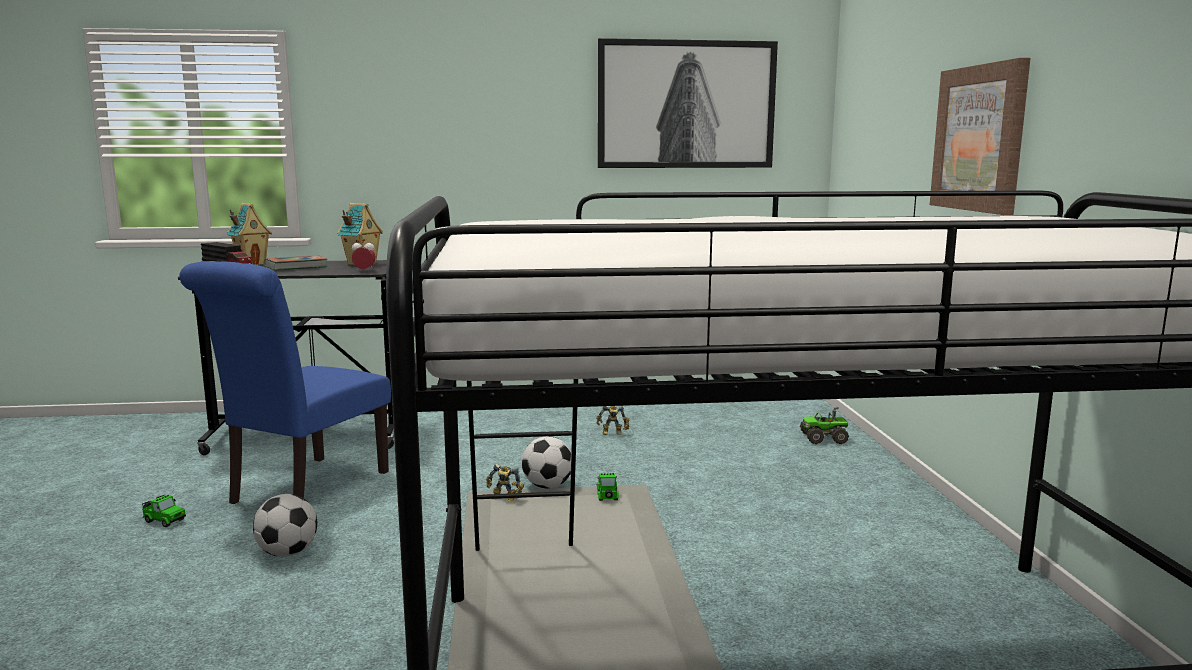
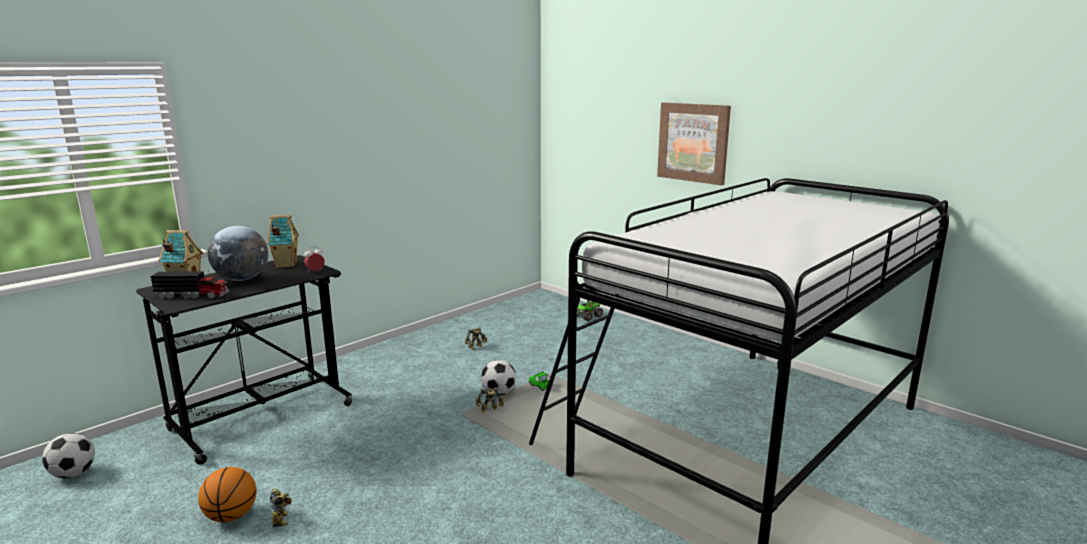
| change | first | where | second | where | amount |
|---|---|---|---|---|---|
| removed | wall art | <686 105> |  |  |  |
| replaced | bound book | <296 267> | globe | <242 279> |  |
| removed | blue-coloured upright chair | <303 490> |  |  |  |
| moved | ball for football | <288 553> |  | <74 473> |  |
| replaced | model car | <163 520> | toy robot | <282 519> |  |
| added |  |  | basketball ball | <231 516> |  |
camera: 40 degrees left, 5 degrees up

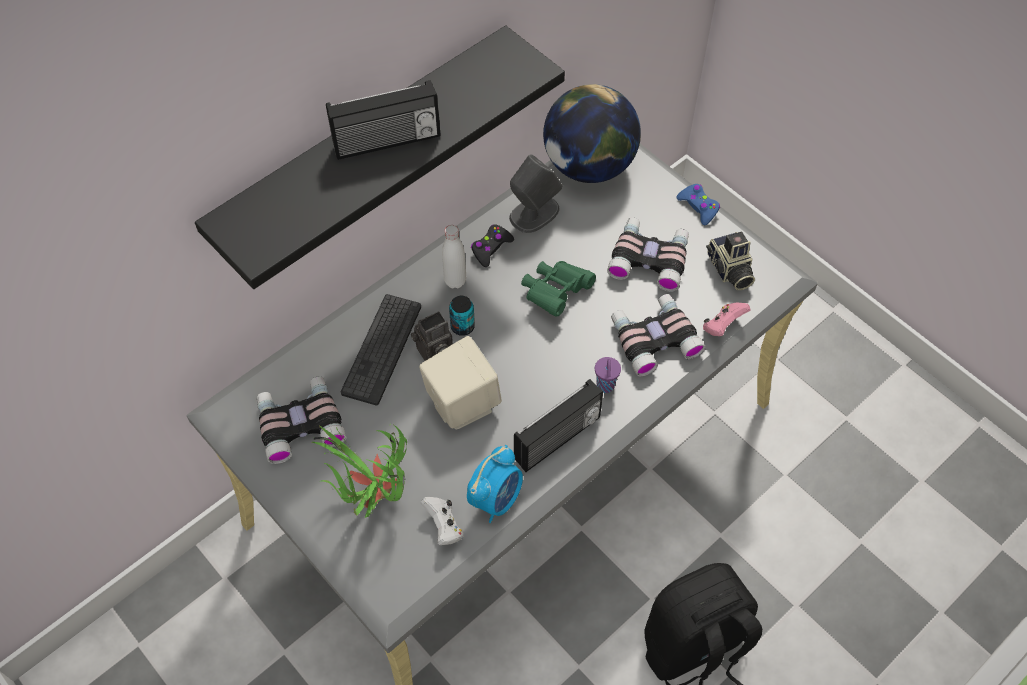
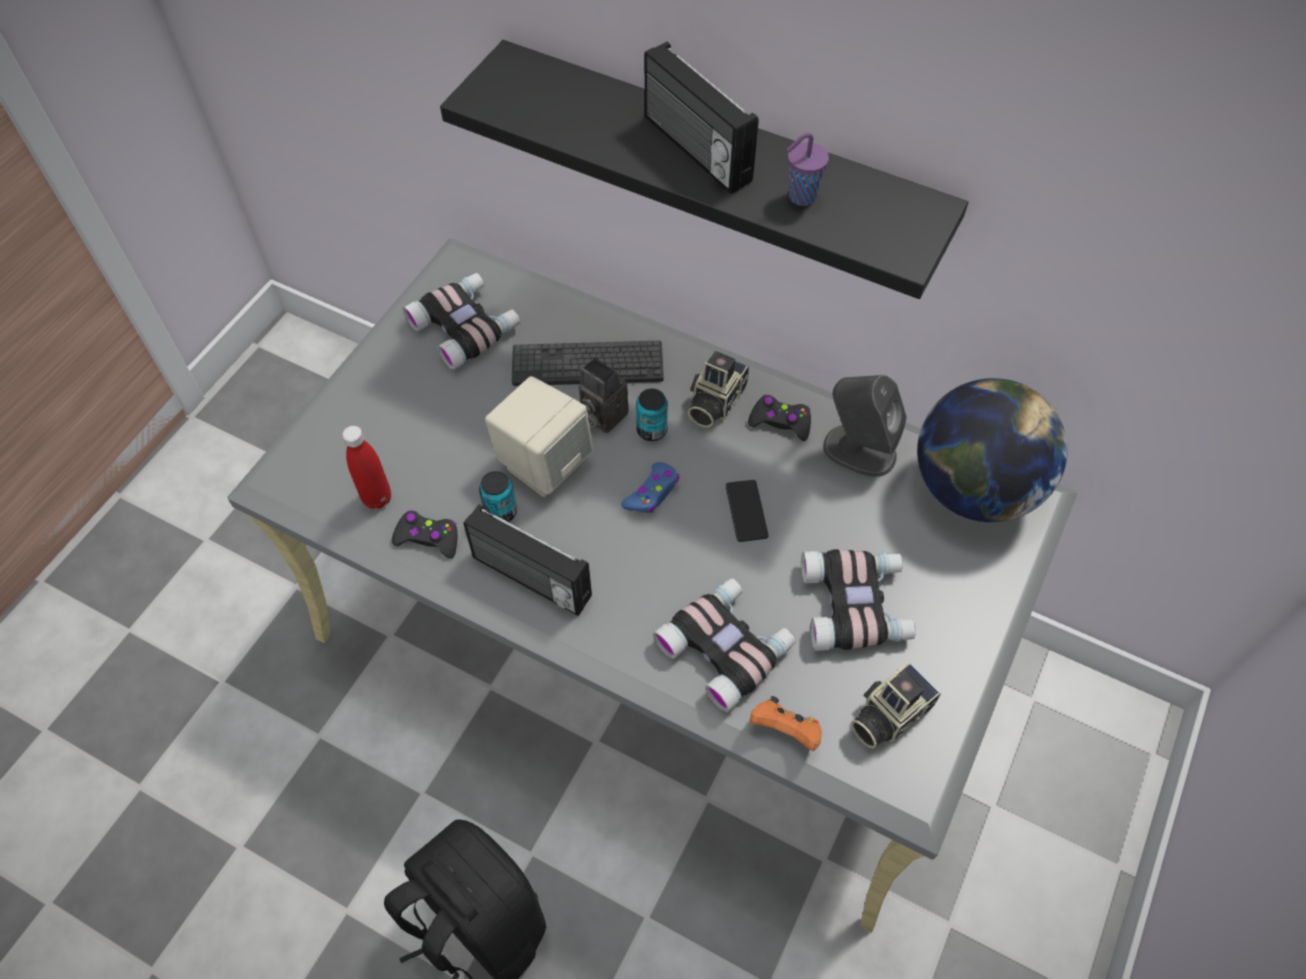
| change | first | where | second | where | amount |
|---|---|---|---|---|---|
| moved | blue-coloured game controller | <698 207> |  | <652 493> |  |
| replaced | white-coloured drink bottle | <455 281> | photo camera | <714 402> |  |
| replaced | green-coloured pair of binoculars | <555 293> | phone | <746 511> |  |
| recoloured | pinkish game controller | <722 326> | orangey game controller | <785 730> |  |
| moved | purplish drinking cup | <605 386> |  | <800 197> |  |
| removed | potted plant | <372 500> |  |  |  |
| replaced | alarm clock | <496 499> | blackish game controller | <428 538> |  |
| replaced | white-coloured game controller | <444 527> | red-coloured drink bottle | <377 498> |  |
| added |  |  | metal can | <501 512> |  |
camera: 70 degrees right, 0 degrees up

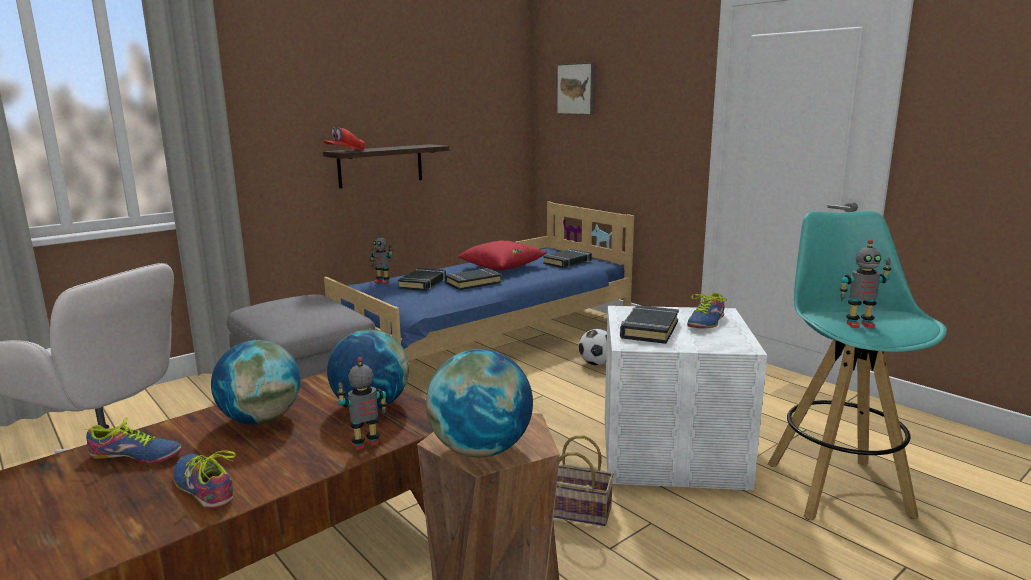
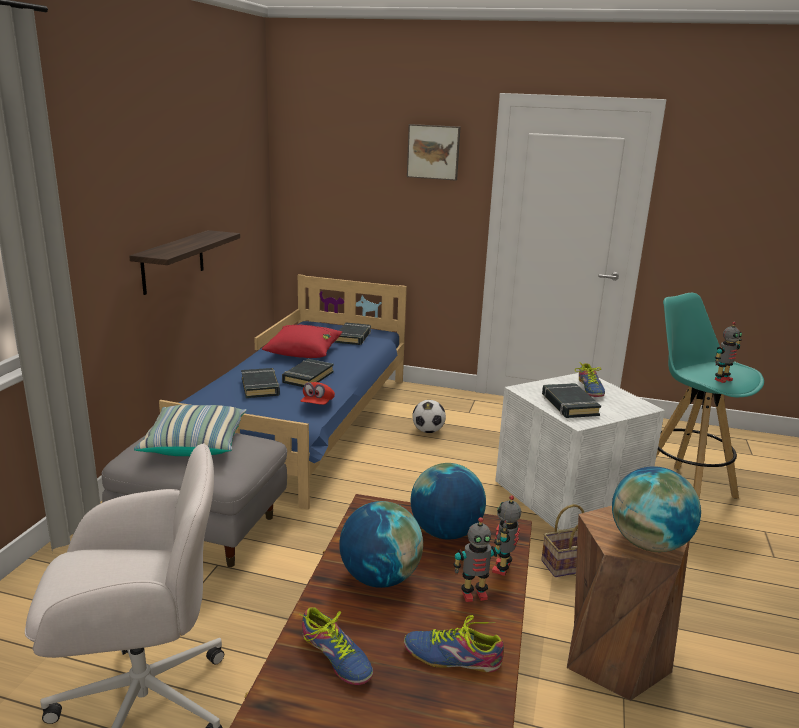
| change | first | where | second | where | amount |
|---|---|---|---|---|---|
| moved | wall art | <577 89> |  | <433 152> |  |
| moved | red-coloured baseball cap | <345 151> |  | <317 404> |  |
| moved | toy robot | <382 282> |  | <474 594> |  |
| turned | item of footwear | <136 455> |  | <336 656> | 75 degrees clockwise |
| added |  |  | throw pillow | <195 444> |  |
camera: 35 degrees left, 5 degrees up

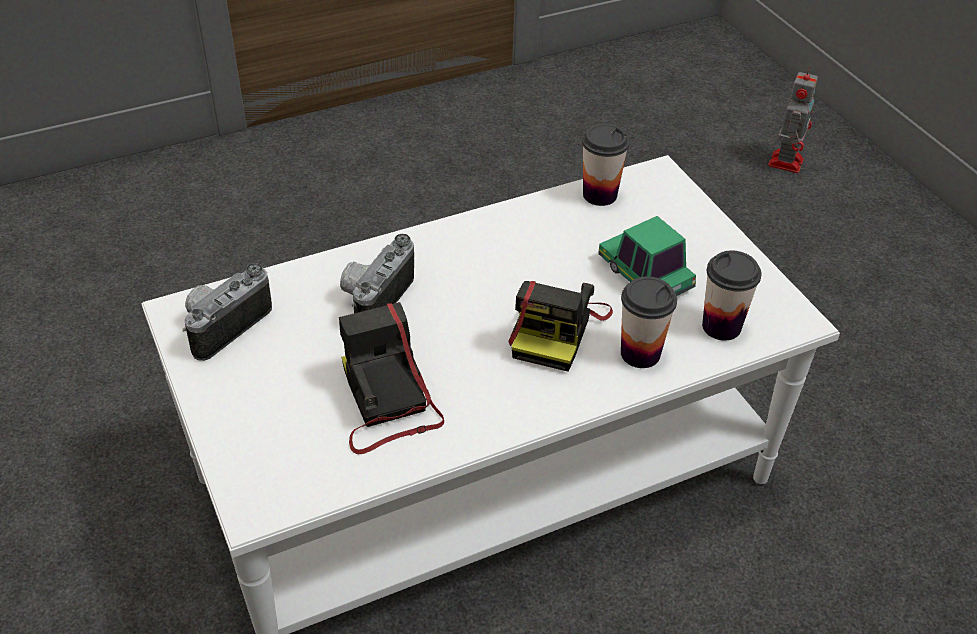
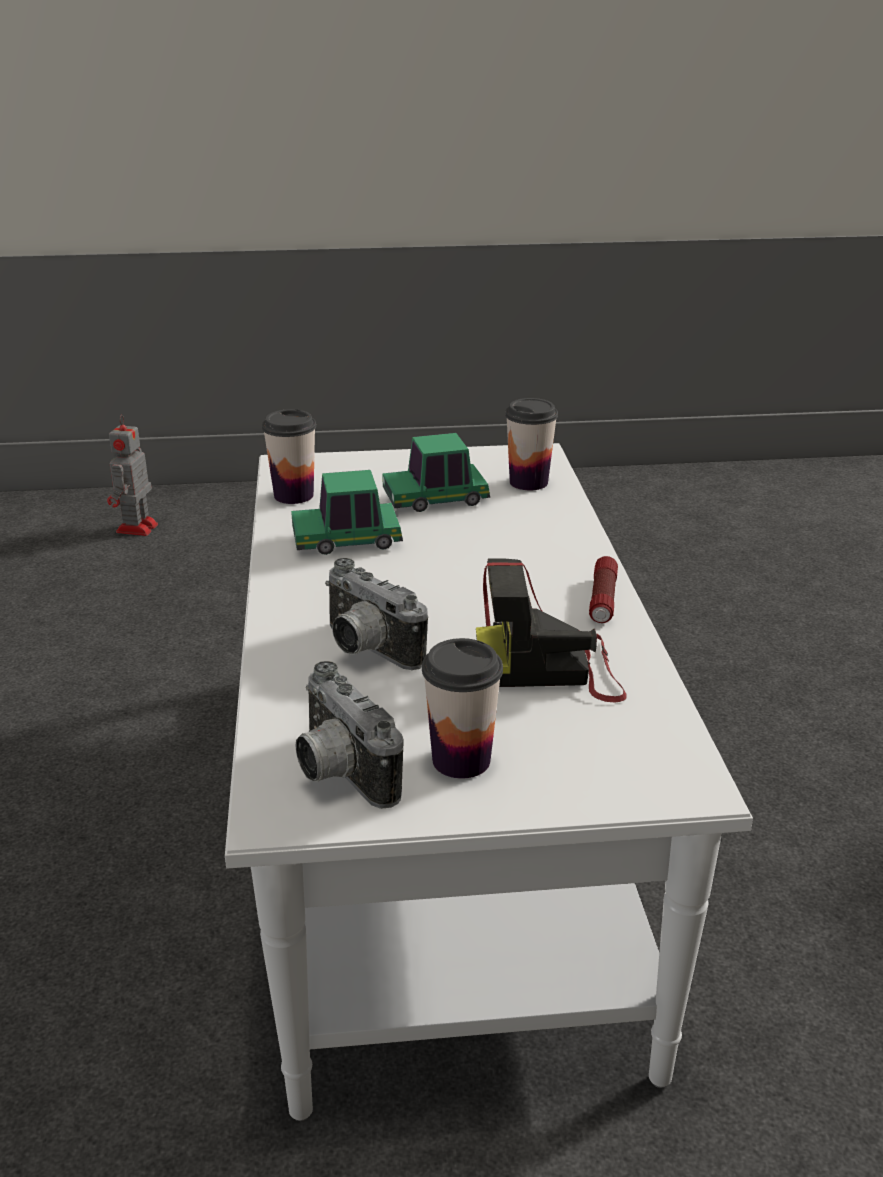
| change | first | where | second | where | amount |
|---|---|---|---|---|---|
| turned | toy robot | <786 161> |  | <136 529> | 120 degrees counterclockwise |
| moved | drinking cup | <640 353> |  | <461 760> |  |
| removed | photo camera | <557 329> |  |  |  |
| added |  |  | model car | <347 540> |  |
| added |  |  | hand torch | <603 600> |  |
camera: 70 degrees left, 15 degrees down

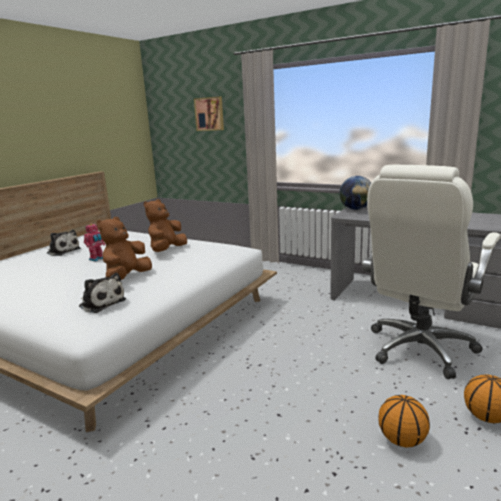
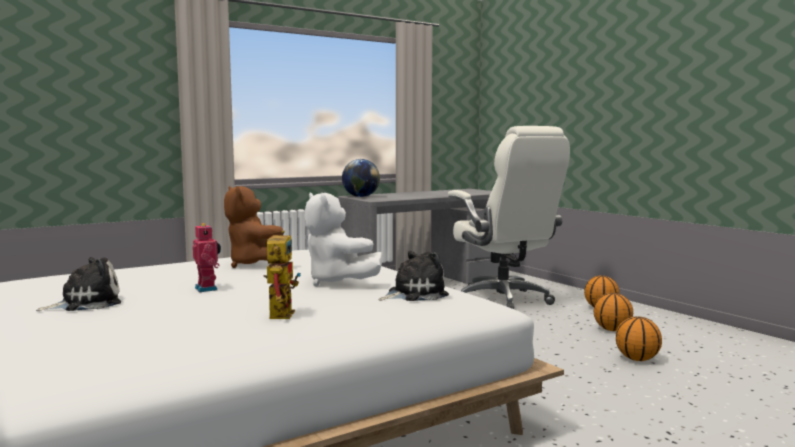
| change | first | where | second | where | amount |
|---|---|---|---|---|---|
| removed | wall art | <209 114> |  |  |  |
| recoloured | brown-coloured soft toy | <127 277> | white-coloured soft toy | <337 282> |  |
| added |  |  | toy robot | <280 312> |  |
| added |  |  | basketball ball | <638 359> |  |
camera: 65 degrees left, 10 degrees down

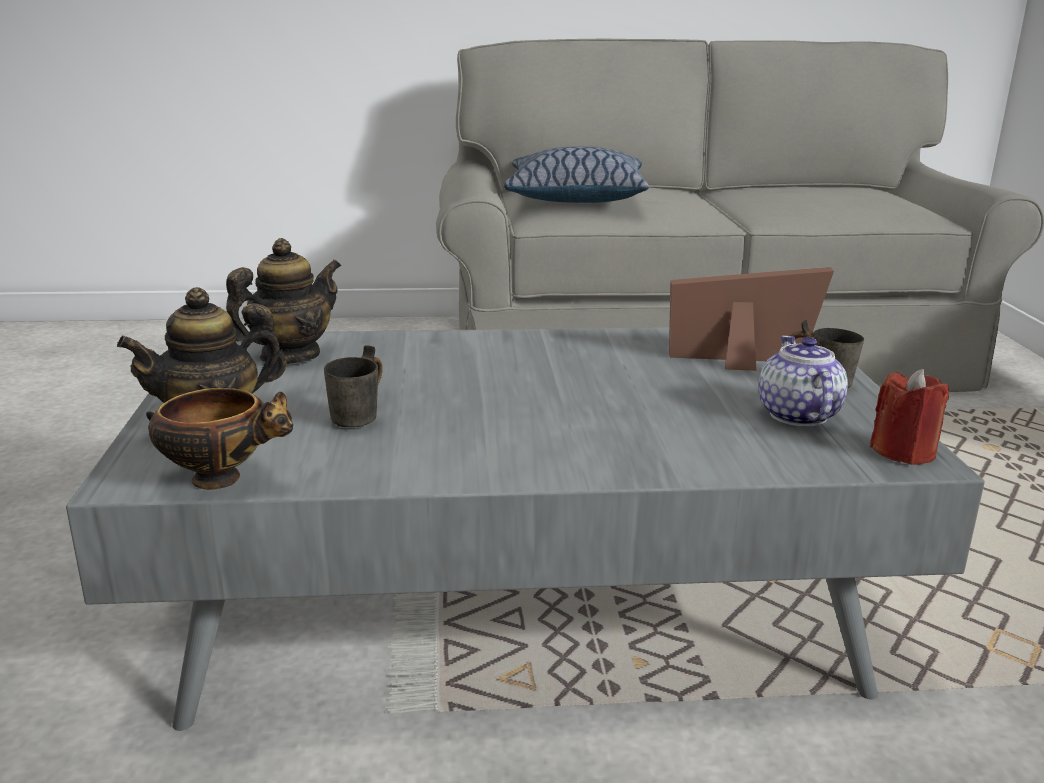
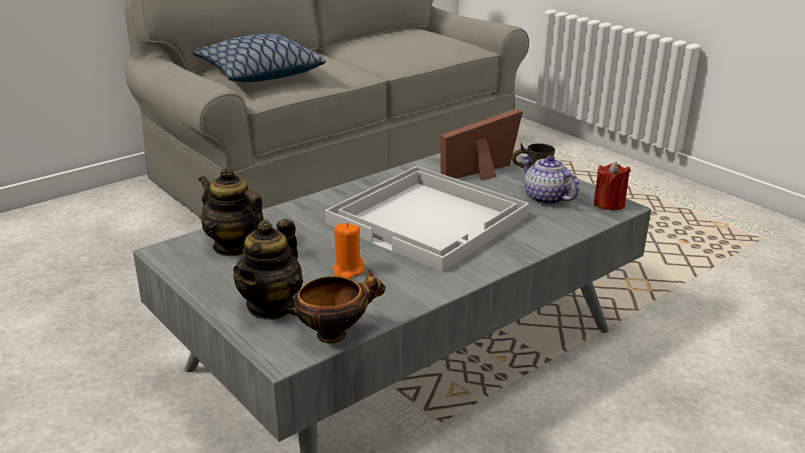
| change | first | where | second | where | amount |
|---|---|---|---|---|---|
| turned | tea pot | <289 356> |  | <234 246> | 60 degrees counterclockwise |
| replaced | gray tea mug | <364 417> | orangey candle | <348 271> |  |
| added |  |  | white-coloured carrying tray | <430 219> |  |
camera: 35 degrees left, 5 degrees up

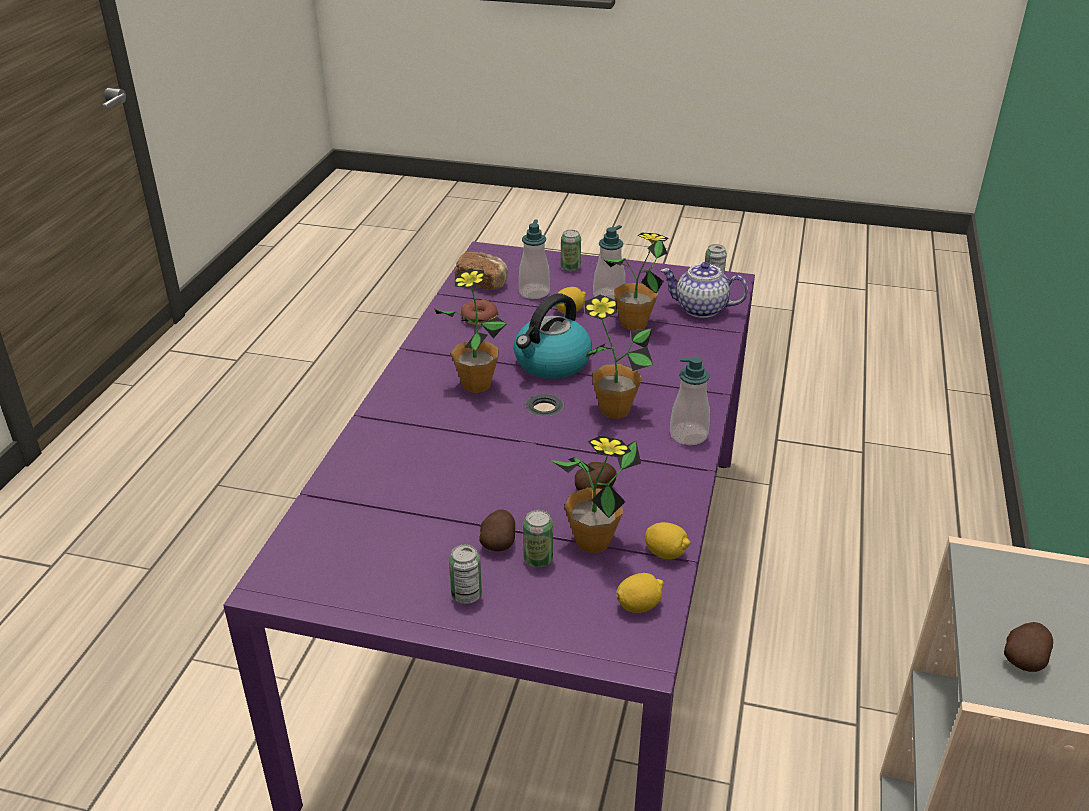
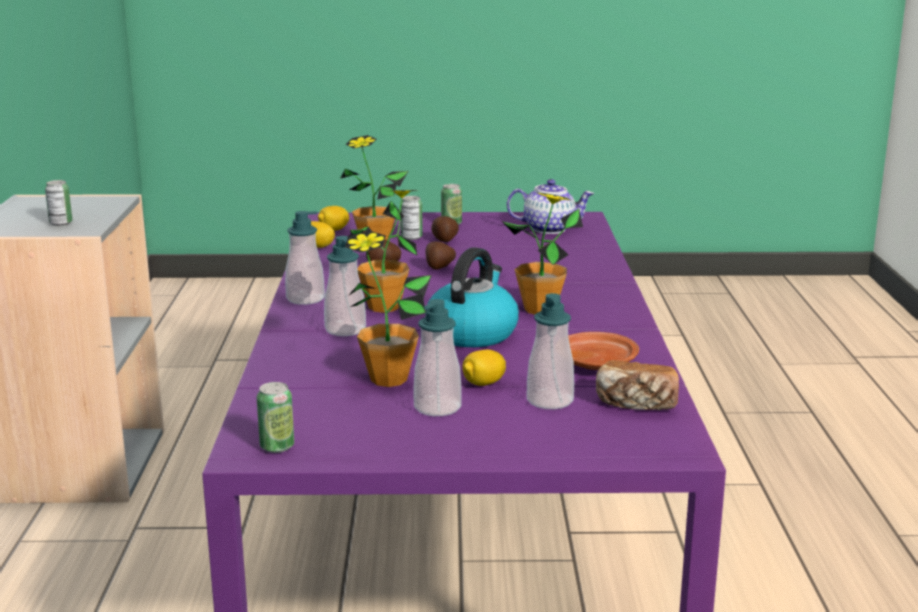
| change | first | where | second | where | amount |
|---|---|---|---|---|---|
| moved | metal can | <570 267> |  | <61 223> |  |
| moved | tea pot | <700 309> |  | <549 229> |  |
| replaced | doughnut | <479 318> | brown-coloured flat dish | <596 363> |  |
| moved | potato | <1024 659> |  | <439 268> |  |
| added |  |  | soap dispenser | <345 330> |  |
camera: 165 degrees right, 15 degrees down

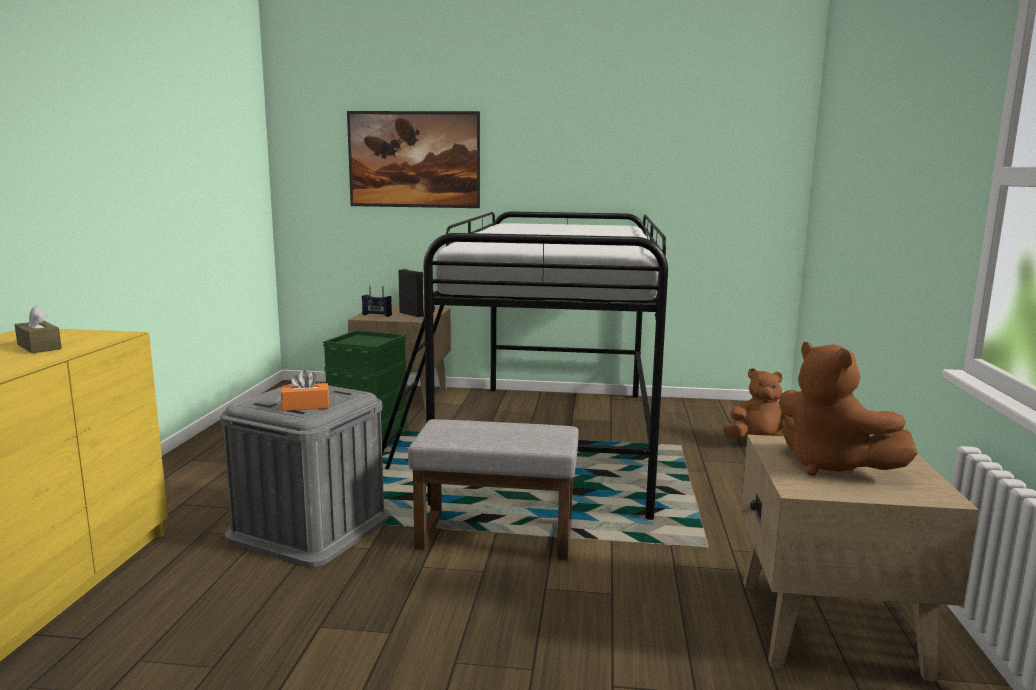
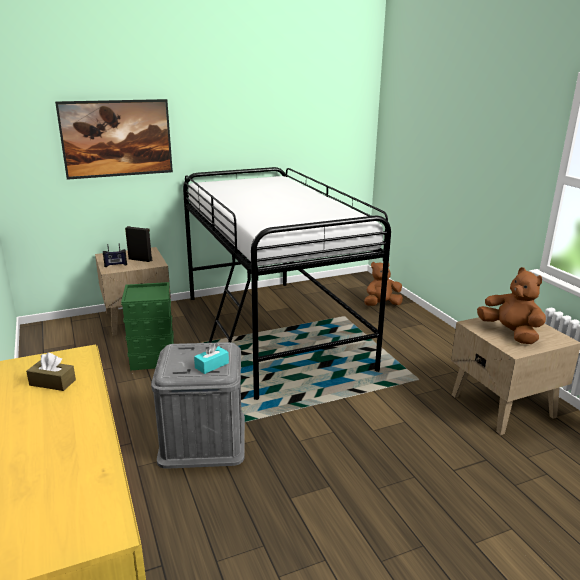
| change | first | where | second | where | amount |
|---|---|---|---|---|---|
| turned | brown-coloured soft toy | <831 466> |  | <510 333> | 150 degrees counterclockwise |
| recoloured | orangey tissue box | <305 406> | turquoise-coloured tissue box | <212 365> |  |
| removed | gray ottoman | <498 535> |  |  |  |
camera: 30 degrees left, 10 degrees up

